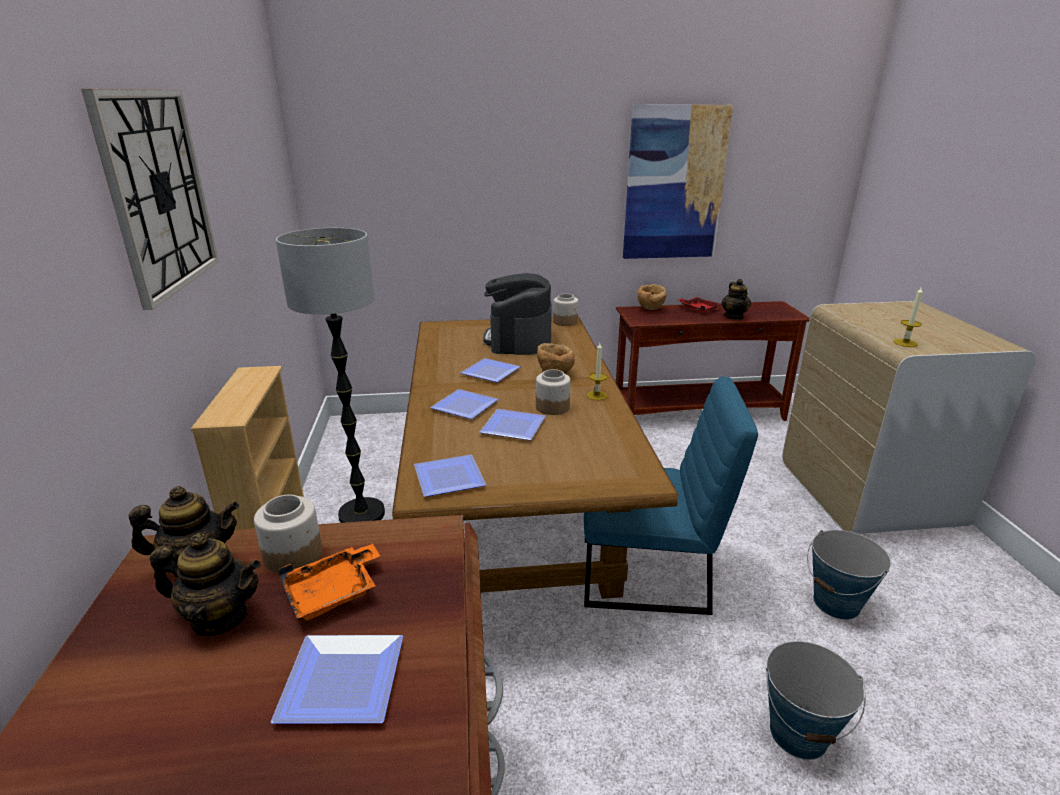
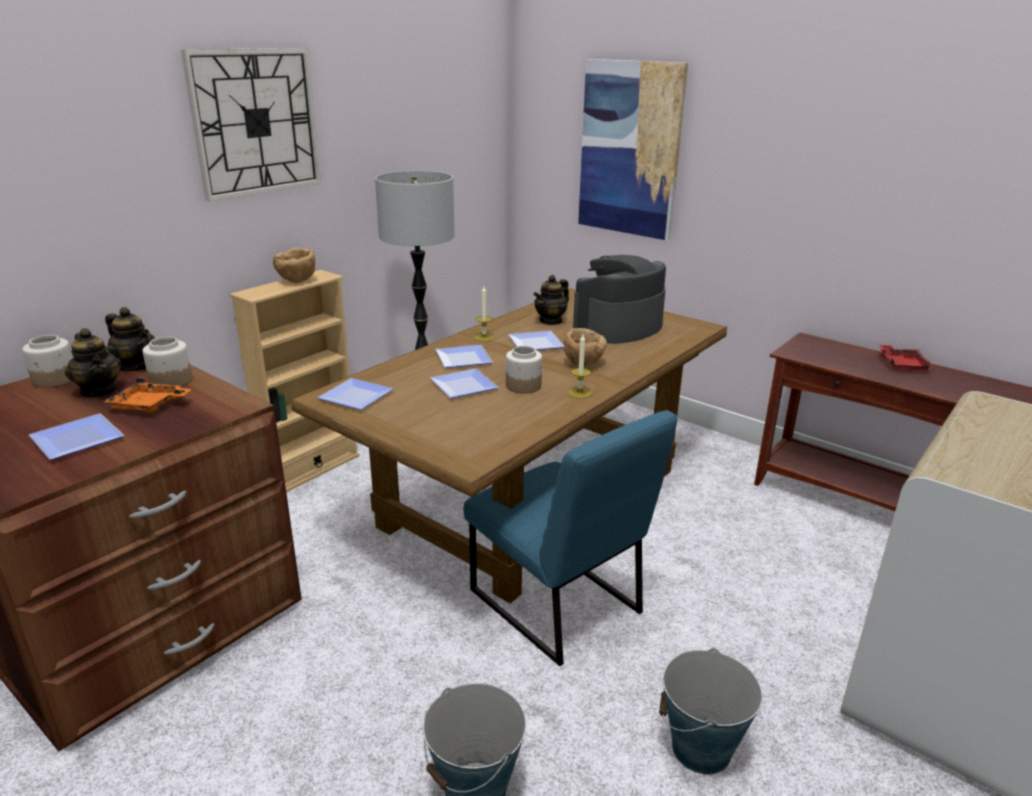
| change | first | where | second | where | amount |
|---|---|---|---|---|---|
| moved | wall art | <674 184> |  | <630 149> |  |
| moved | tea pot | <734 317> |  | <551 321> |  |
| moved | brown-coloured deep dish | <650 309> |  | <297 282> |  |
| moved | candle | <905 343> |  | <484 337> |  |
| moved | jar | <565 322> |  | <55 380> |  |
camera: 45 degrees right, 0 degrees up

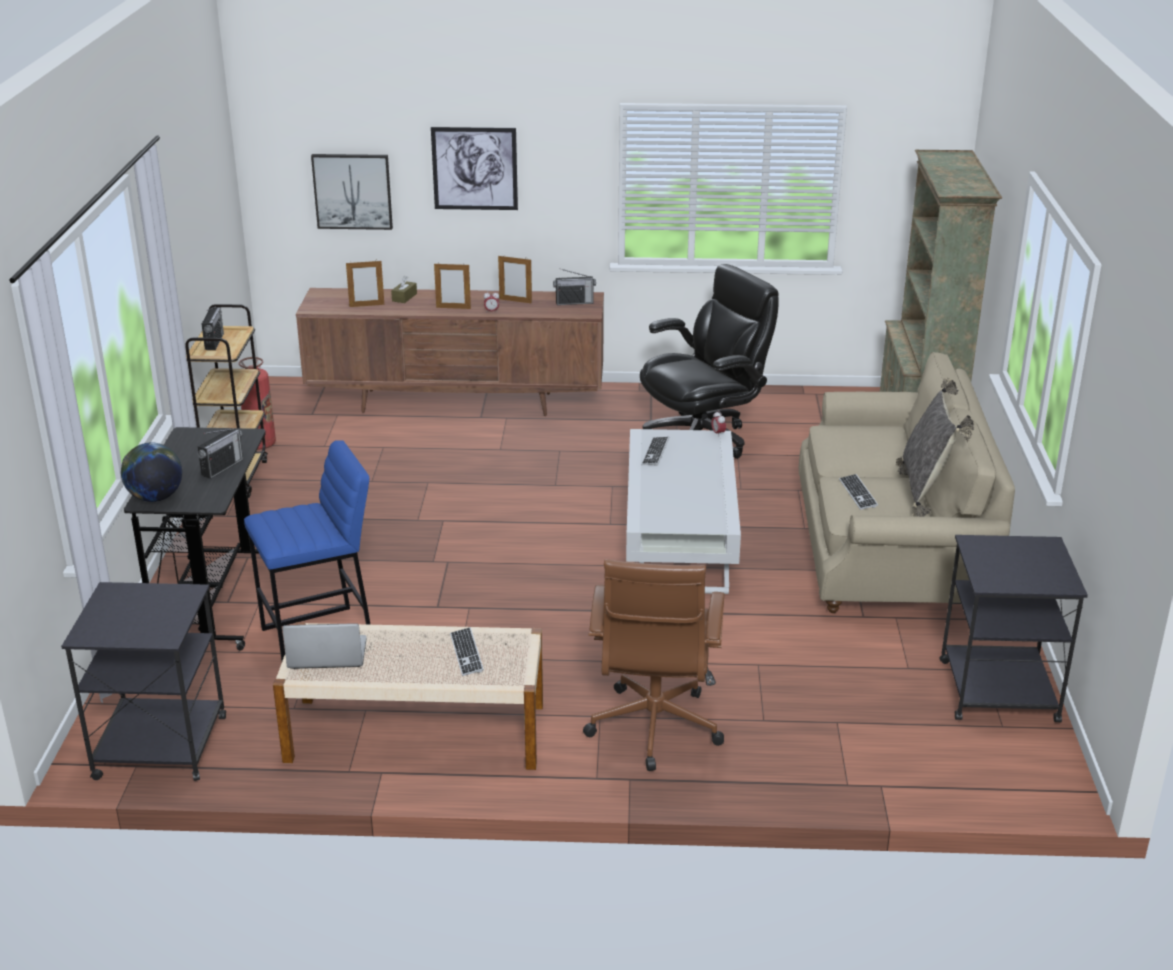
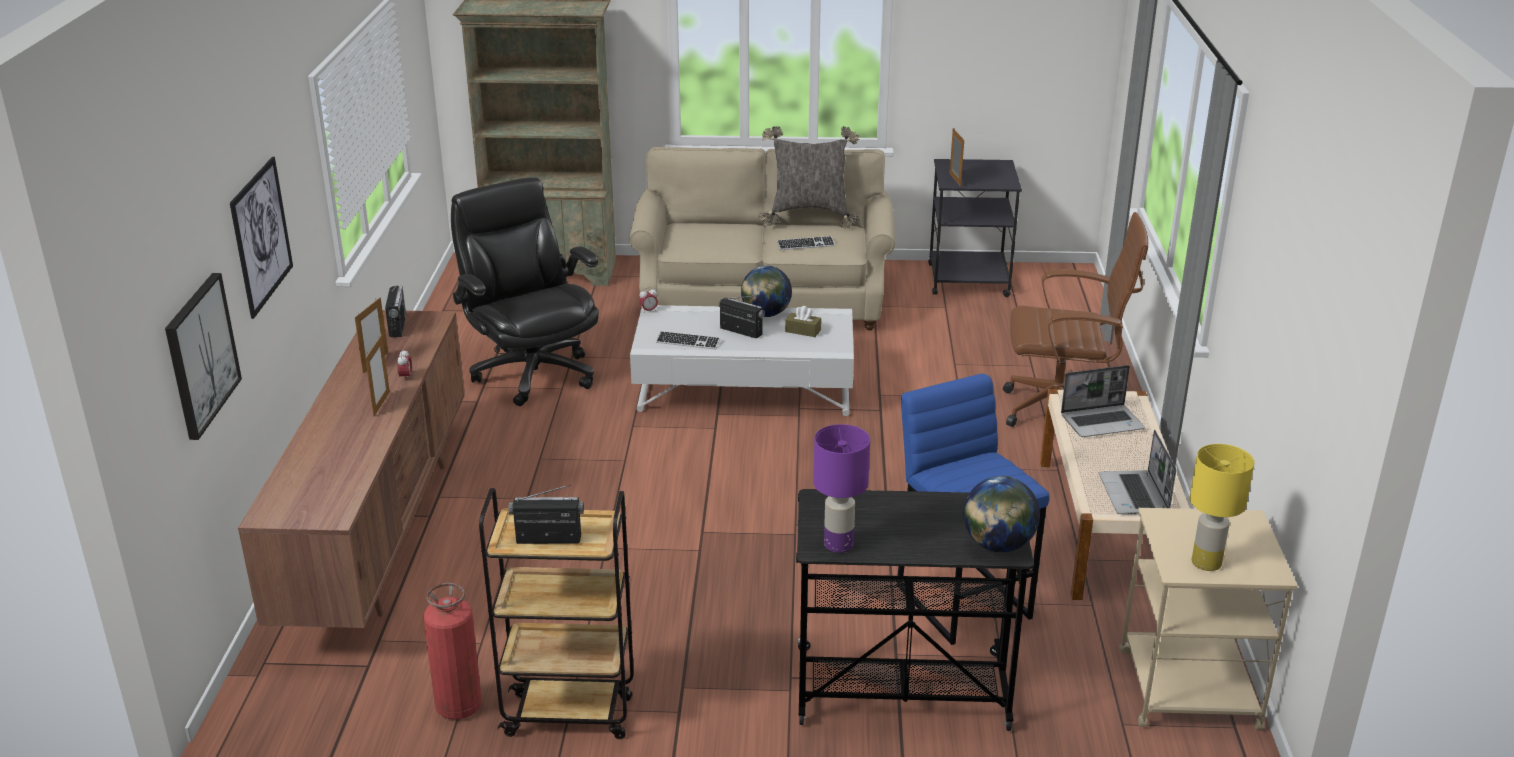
| change | first | where | second | where | amount |
|---|---|---|---|---|---|
| moved | picture frame | <367 305> |  | <955 180> |  |
| moved | brown-coloured tissue box | <404 297> |  | <803 331> |  |
| moved | radio | <222 467> |  | <741 331> |  |
| recoloured | blackish cart | <158 746> | beige cart | <1188 691> |  |
| replaced | PC keyboard | <466 653> | notebook computer | <1102 422> |  |
| added |  |  | globe | <766 314> |  |
| added |  |  | purplish table lamp | <839 544> |  |
| added |  |  | yellowish table lamp | <1205 563> |  |
camera: 90 degrees left, 0 degrees up

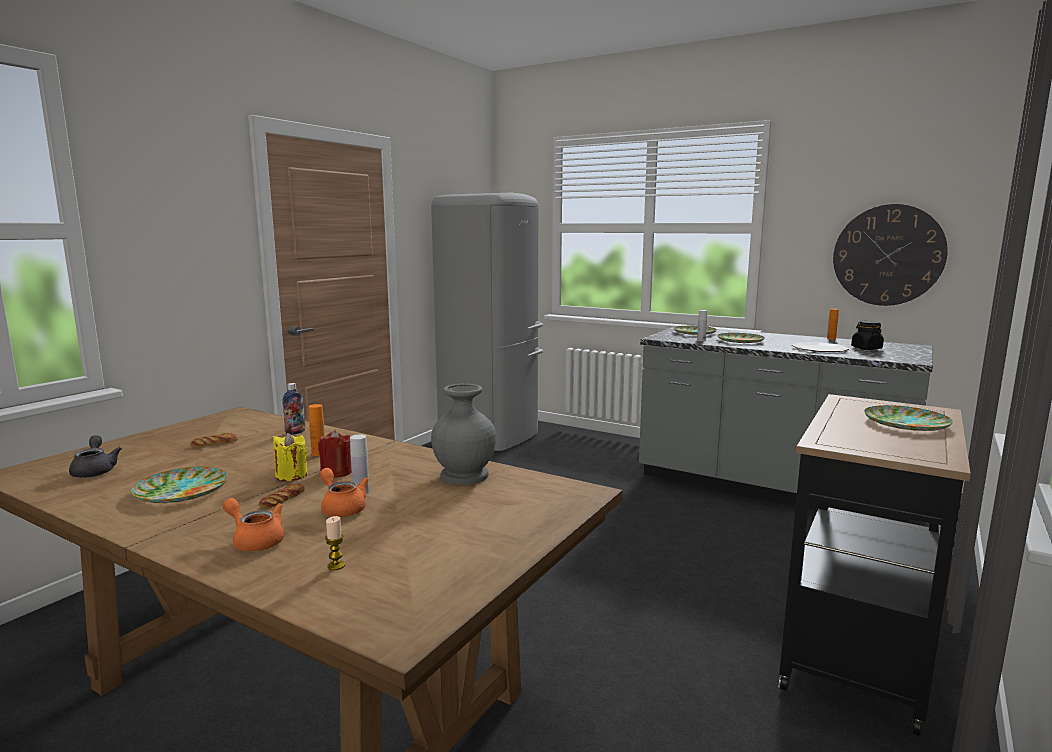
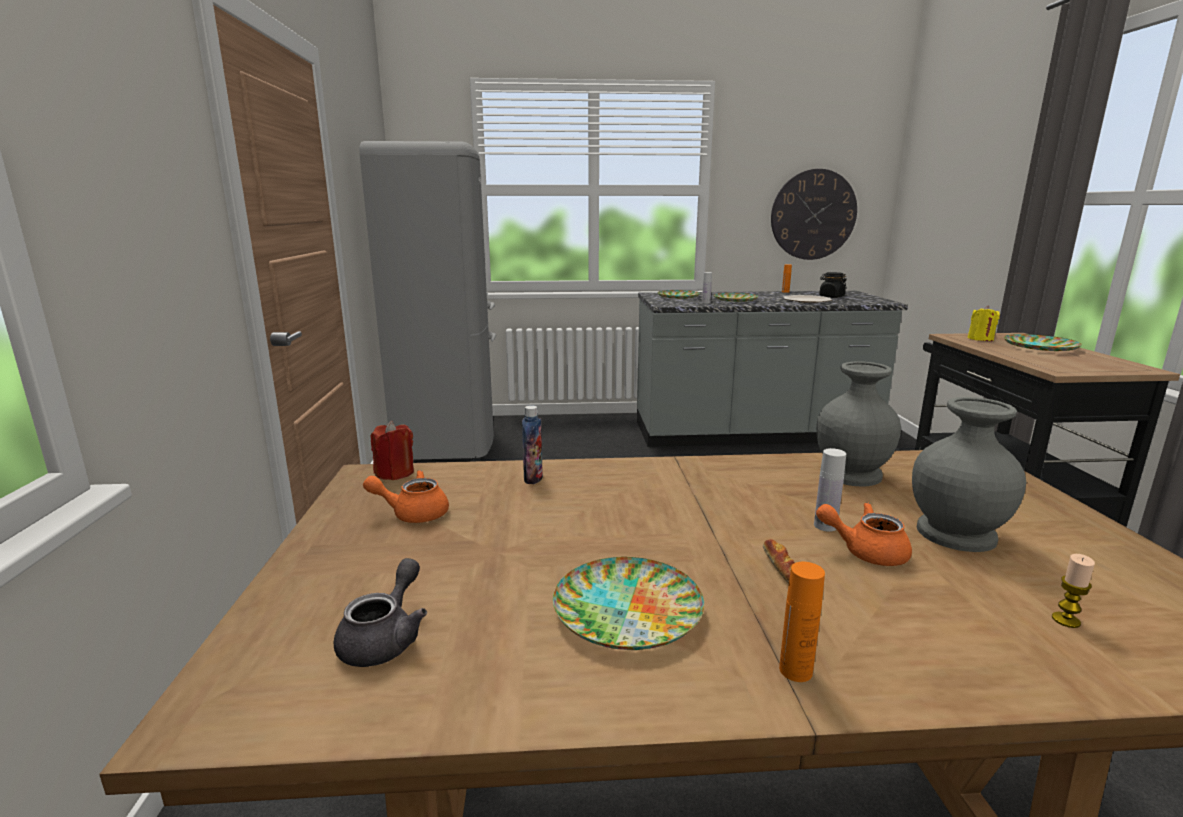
| change | first | where | second | where | amount |
|---|---|---|---|---|---|
| moved | orangey drink bottle | <318 453> |  | <795 670> |  |
| moved | red-coloured candle | <336 472> |  | <394 473> |  |
| removed | baked bread | <214 443> |  |  |  |
| moved | yellowish candle | <291 475> |  | <980 339> |  |
| turned | gray tea pot | <95 471> |  | <386 638> | 75 degrees clockwise |
| moved | orangey tea pot | <255 540> |  | <413 513> |  |
| added |  |  | gray flower vase | <953 533> |  |
camera: 35 degrees left, 5 degrees up

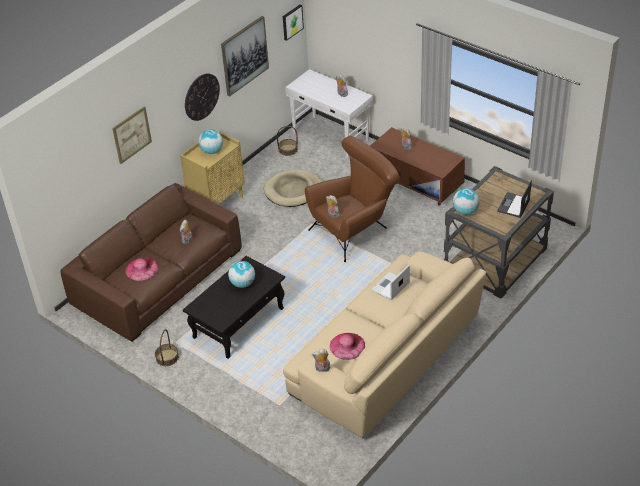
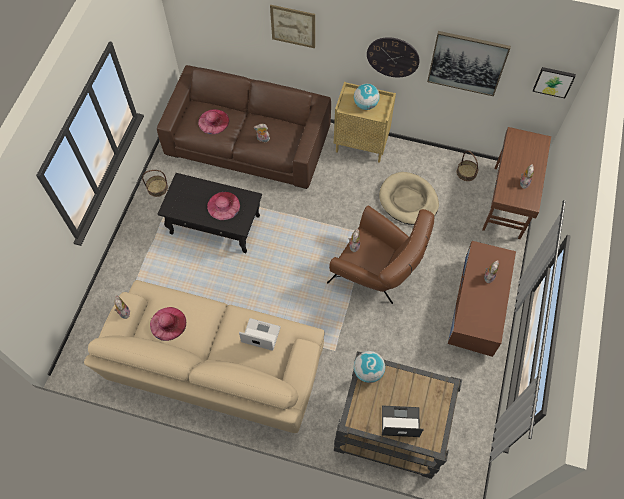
| change | first | where | second | where | amount |
|---|---|---|---|---|---|
| recoloured | white-coloured narrow table | <331 137> | brown-coloured narrow table | <507 203> |  |
| replaced | globe | <242 283> | pinkish clothing hat | <223 205> |  |
camera: 65 degrees right, 20 degrees up

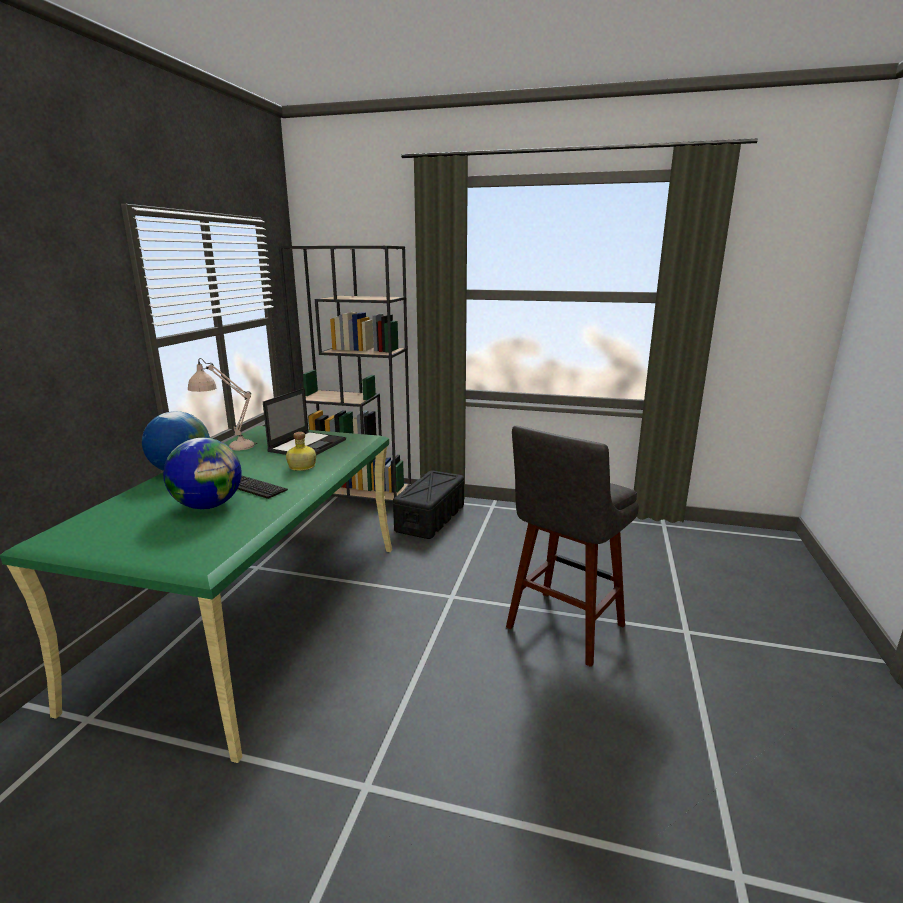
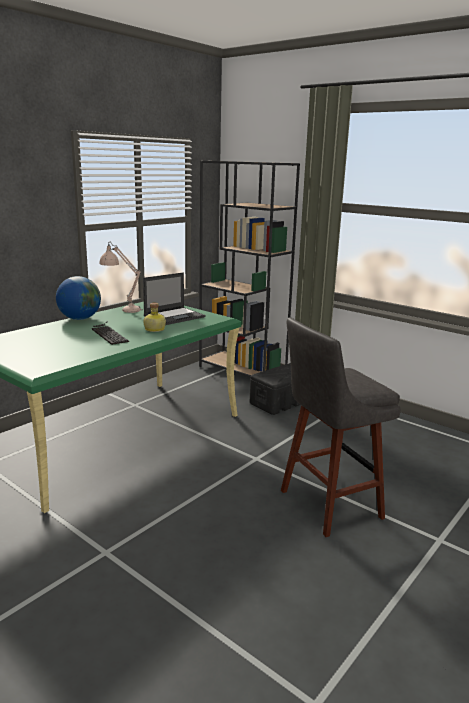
| change | first | where | second | where | amount |
|---|---|---|---|---|---|
| removed | globe | <208 505> |  |  |  |
camera: 25 degrees right, 0 degrees up

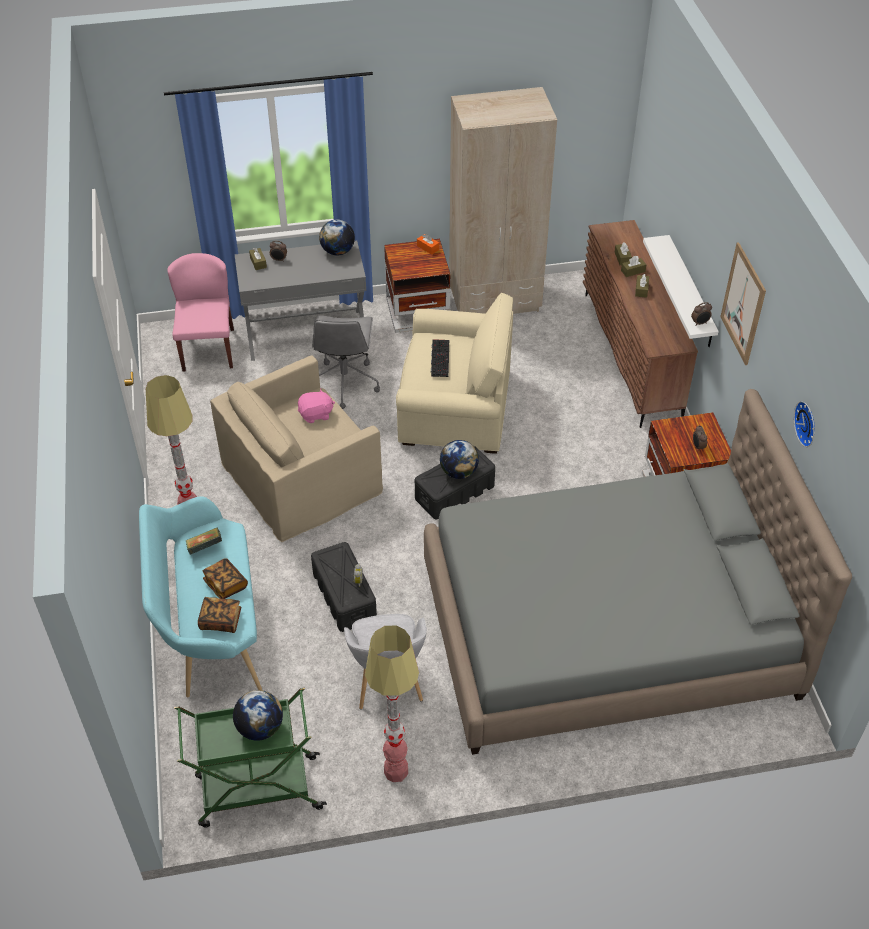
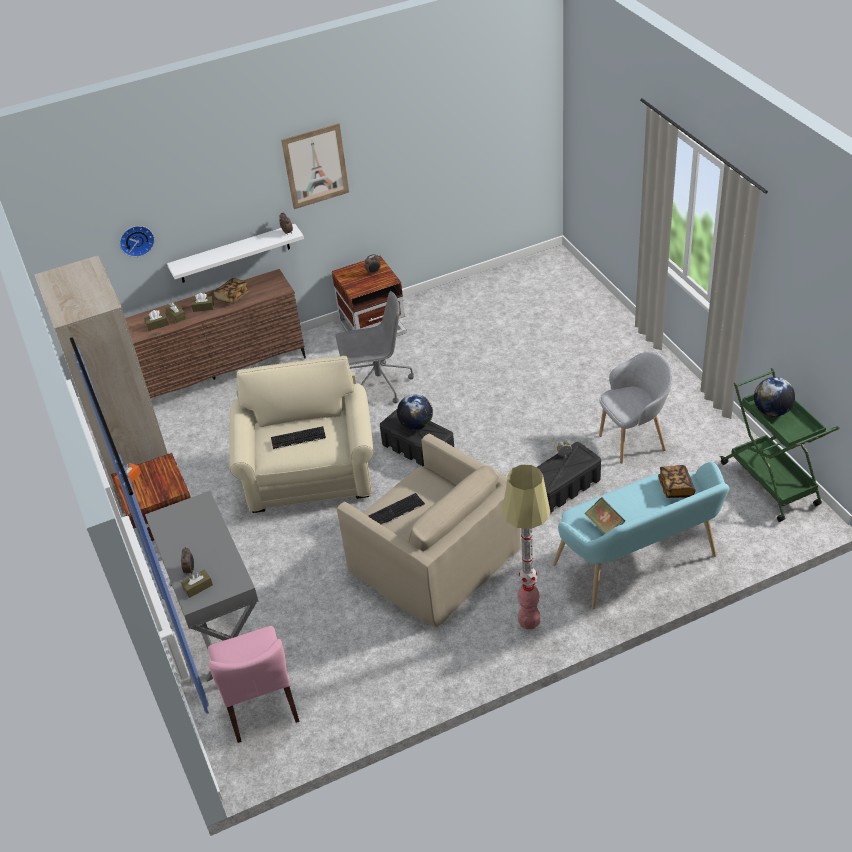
| change | first | where | second | where | amount |
|---|---|---|---|---|---|
| removed | globe | <338 251> |  |  |  |
| turned | pinkish upright chair | <208 349> |  | <260 703> | 90 degrees counterclockwise |
| moved | gray office chair | <345 381> |  | <376 386> |  |
| replaced | pinkish soft toy | <316 414> | PC keyboard | <395 511> |  |
| removed | gray bedroom bed | <608 629> |  |  |  |
| moved | clock on the wall | <807 423> |  | <136 240> |  |
| moved | bound book | <226 584> |  | <232 297> |  |
| removed | standing lamp | <396 771> |  |  |  |
camera: 100 degrees left, 5 degrees down

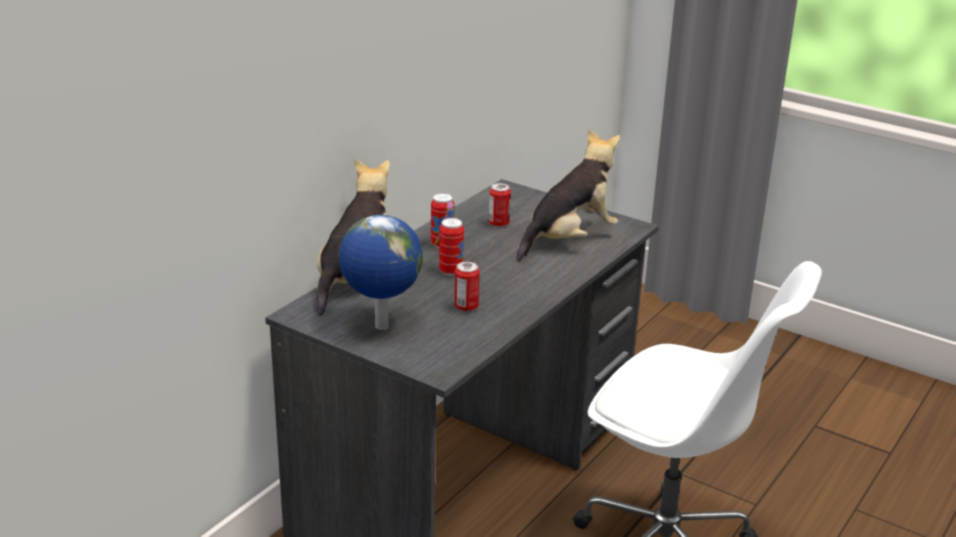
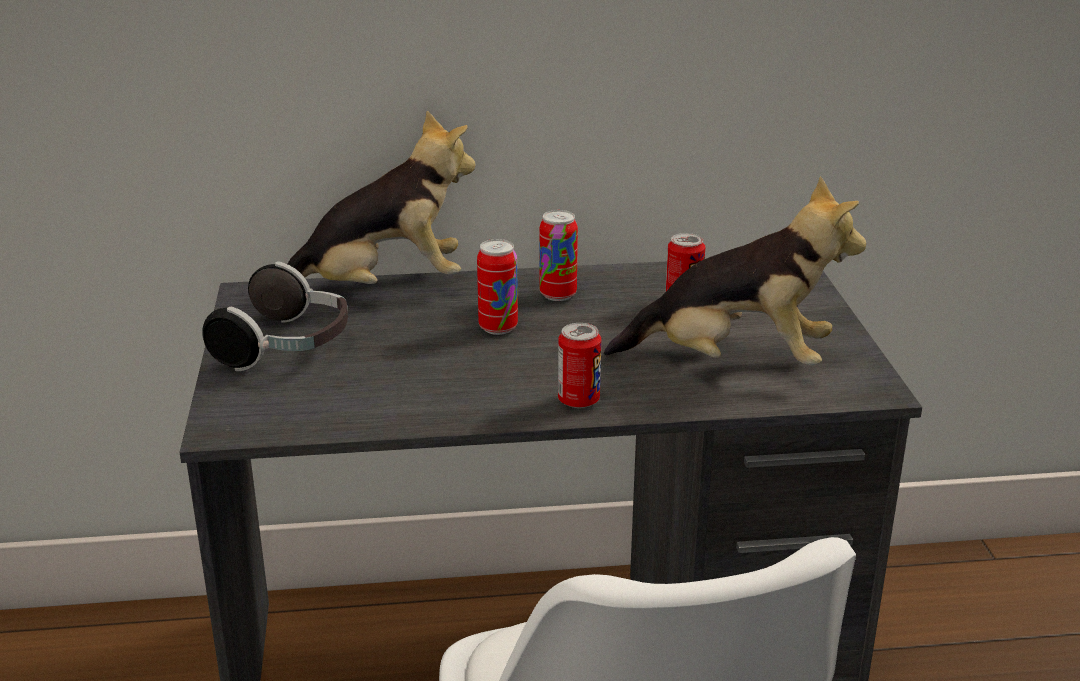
| change | first | where | second | where | amount |
|---|---|---|---|---|---|
| replaced | globe | <380 327> | headphones | <287 347> |  |
| moved | metal can | <466 307> |  | <578 401> |  |
camera: 50 degrees right, 0 degrees up

